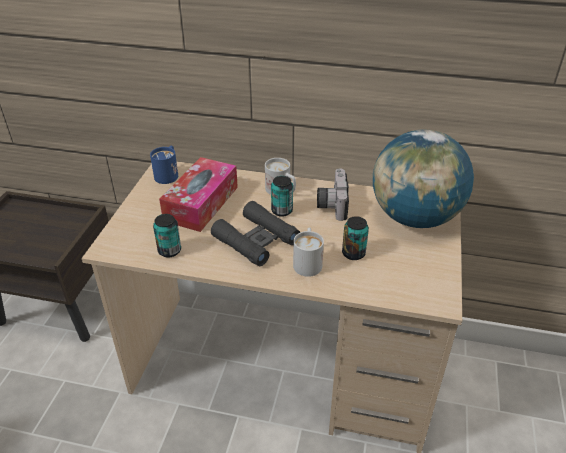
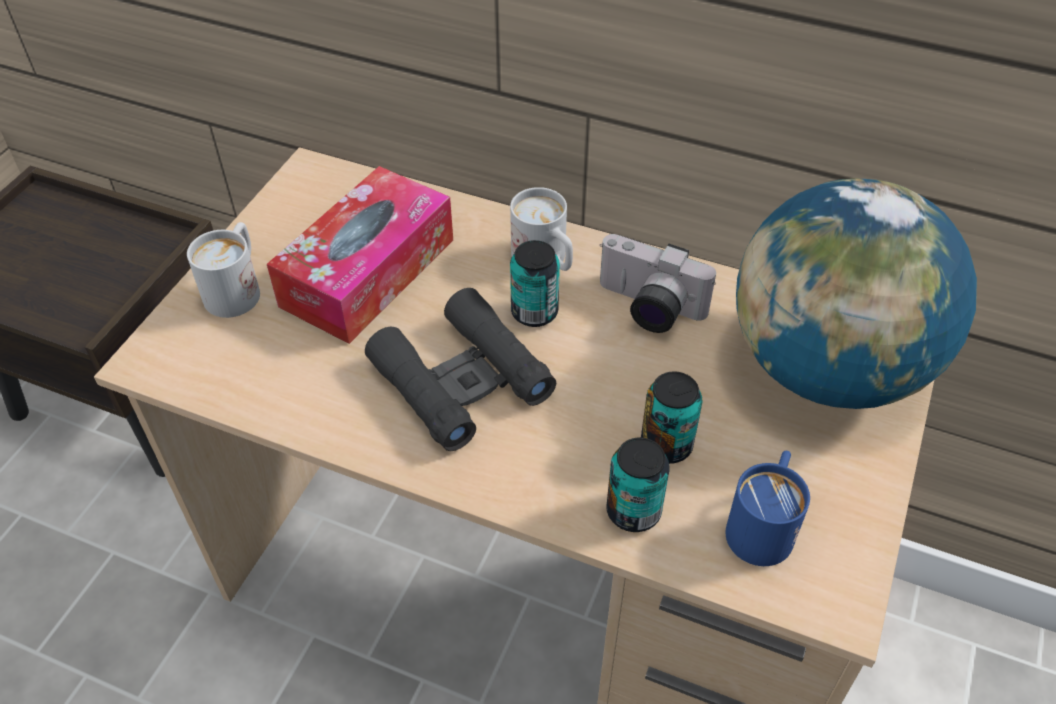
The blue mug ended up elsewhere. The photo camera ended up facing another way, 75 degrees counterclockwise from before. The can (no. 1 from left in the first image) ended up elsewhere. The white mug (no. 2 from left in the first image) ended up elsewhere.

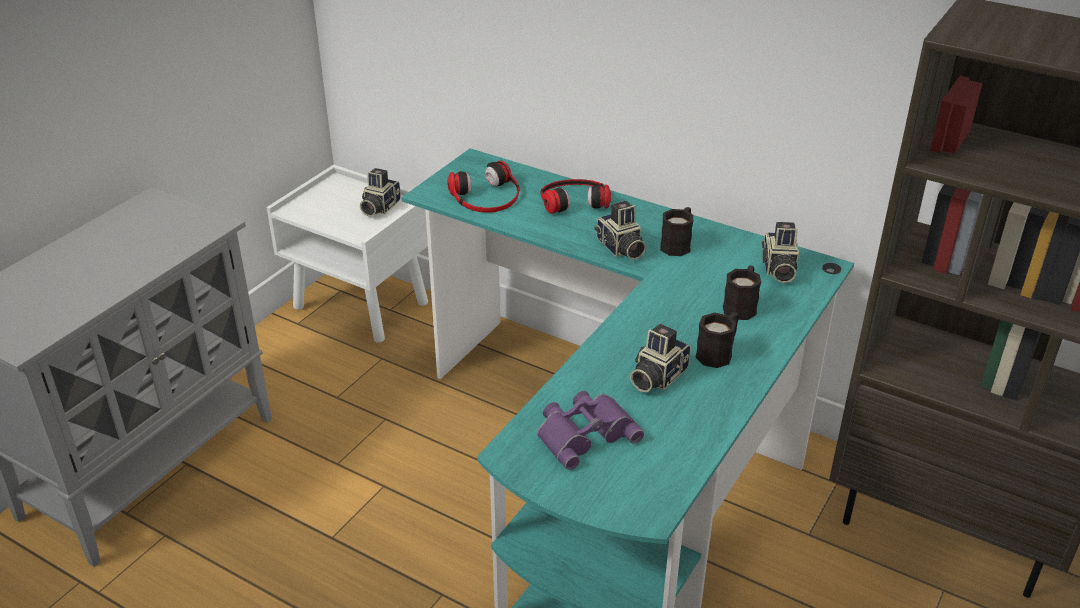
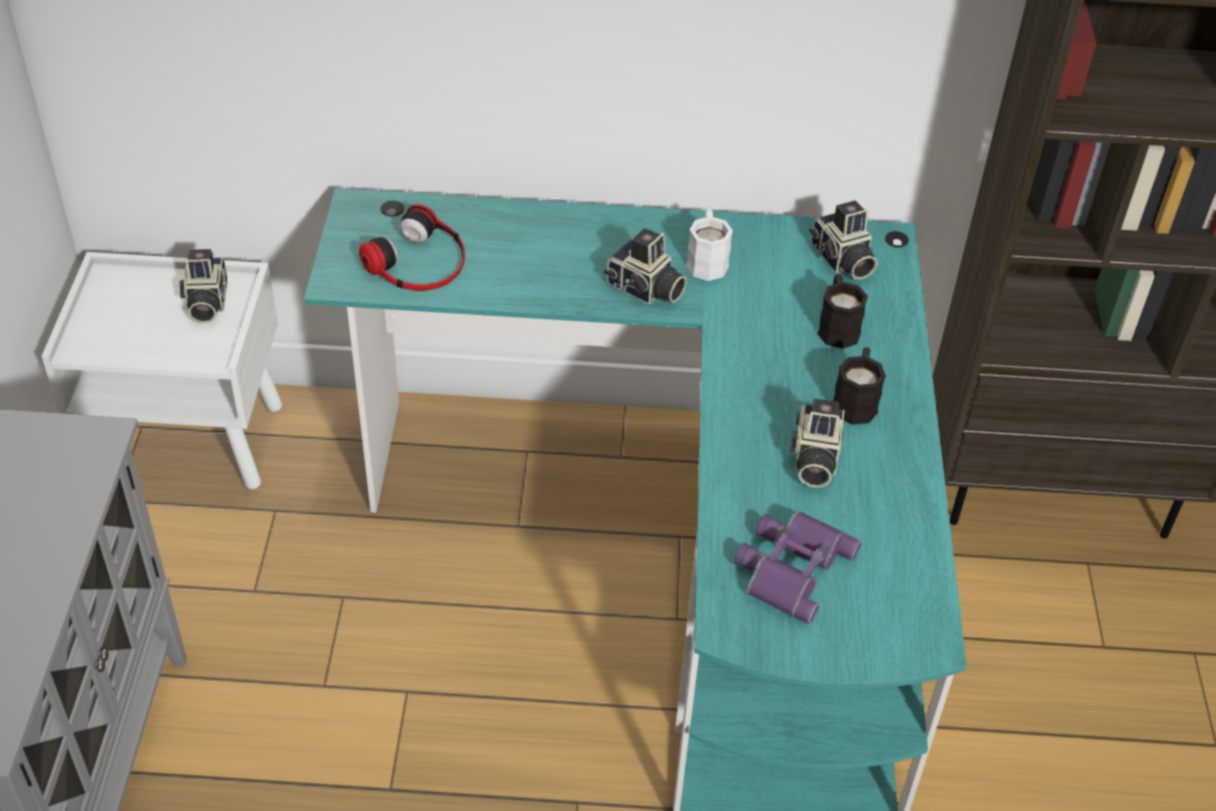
The second view lost the headphones (no. 2 from left). What was the black mug (no. 1 from left) turned into the white mug.

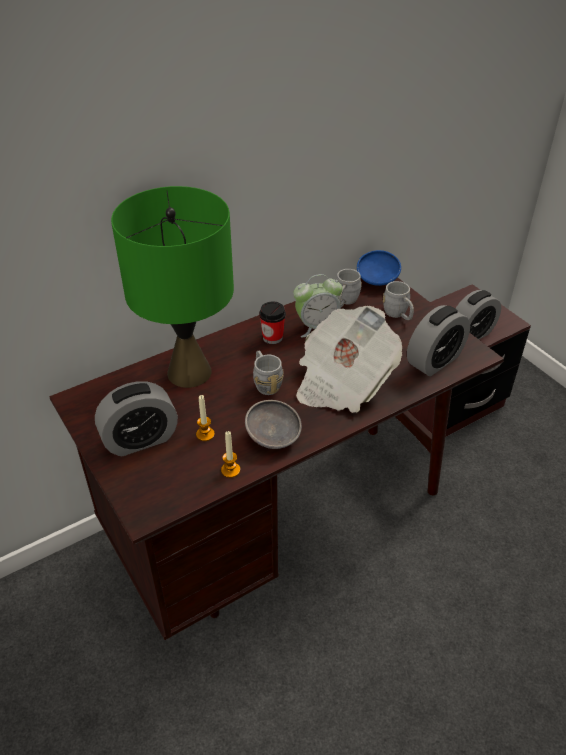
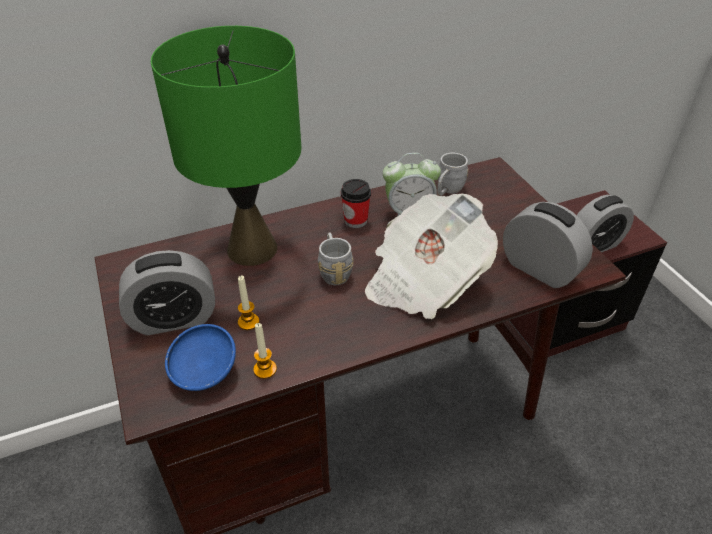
The blue bowl ended up elsewhere. The second view lost the grey mug (no. 3 from left). The alarm clock (no. 3 from left) ended up facing another way, 105 degrees counterclockwise from before. The second view lost the grey bowl.

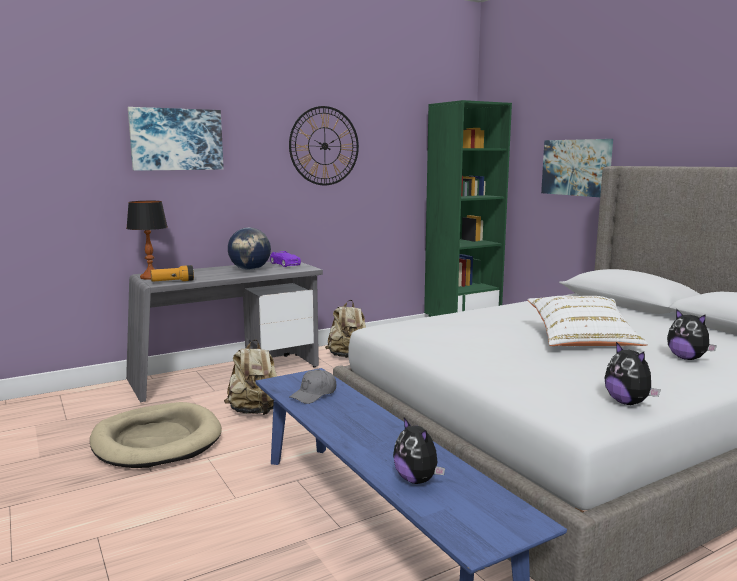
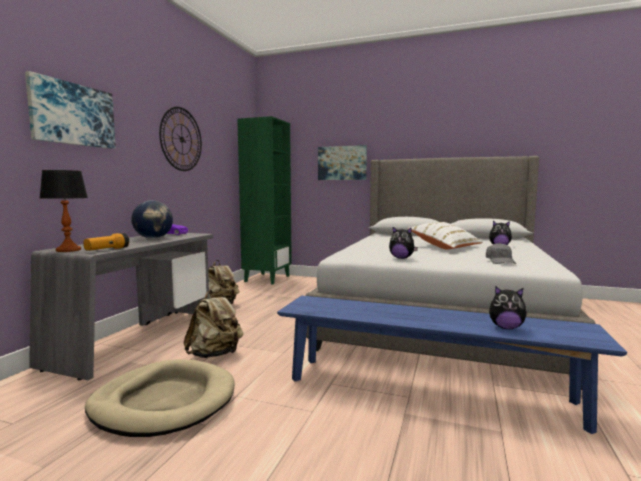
The plush toy (no. 2 from left in the first image) ended up elsewhere. The grey cap ended up elsewhere.

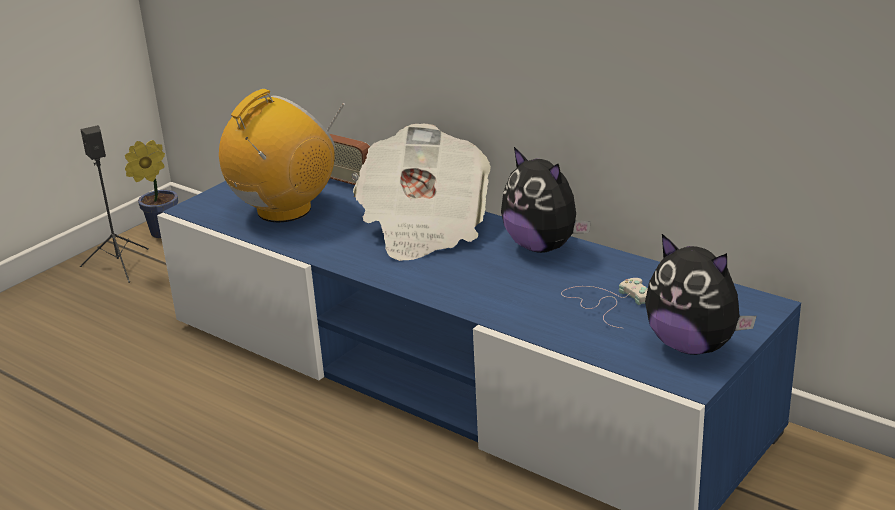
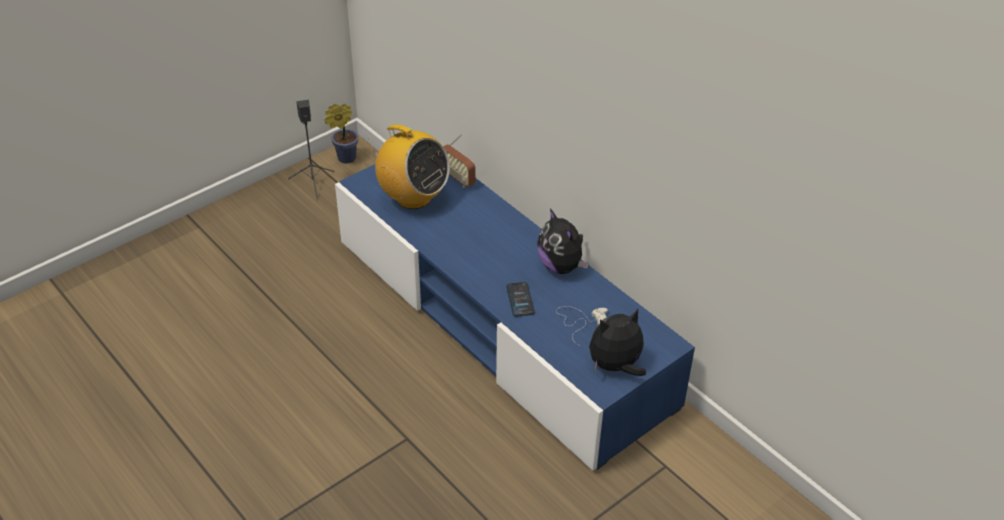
The radio (no. 1 from left) ended up facing another way, 75 degrees clockwise from before. The second view lost the newspaper. The plush toy (no. 2 from left) ended up facing another way, 105 degrees clockwise from before. The second view gained the phone.

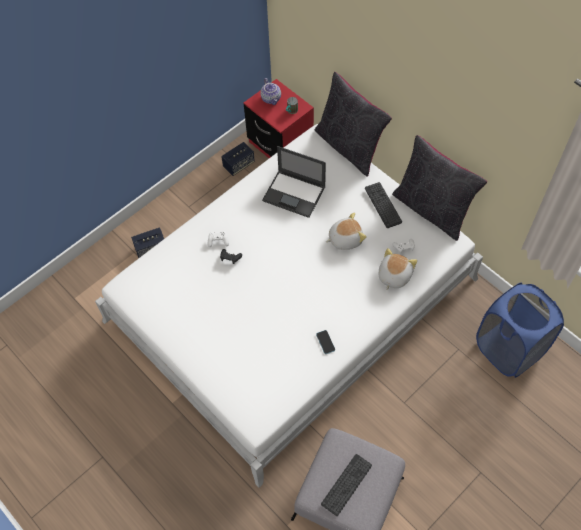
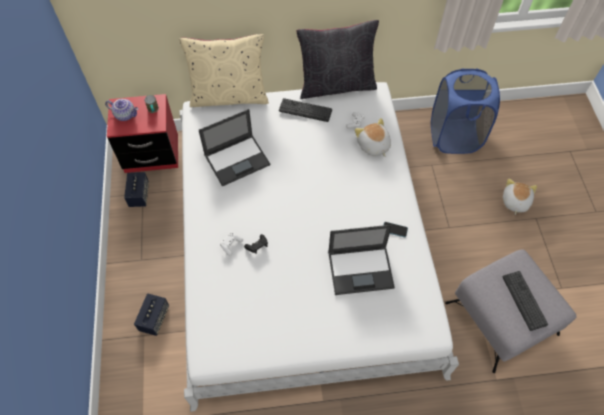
What was the black pillow (no. 1 from left) turned into the beige pillow. The plush toy (no. 1 from left in the first image) ended up elsewhere. The second view gained the laptop (no. 2 from left).

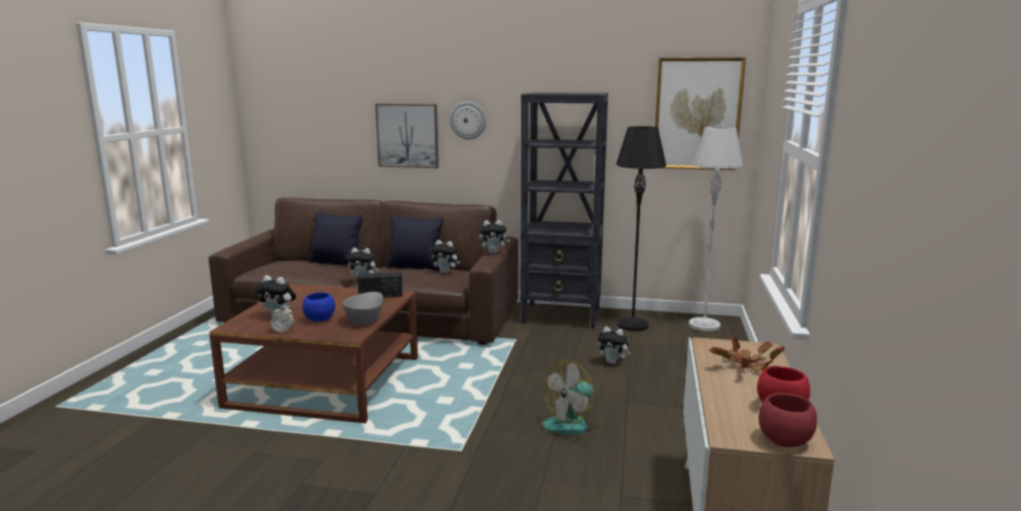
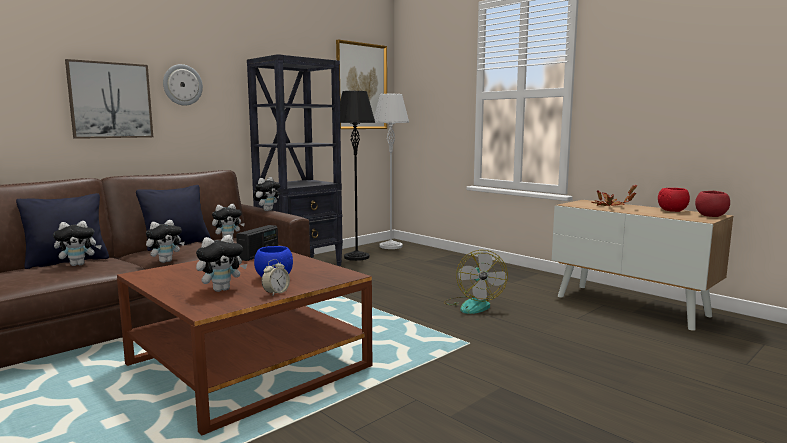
The second view lost the grey bowl. The plush toy (no. 5 from left in the first image) ended up elsewhere.

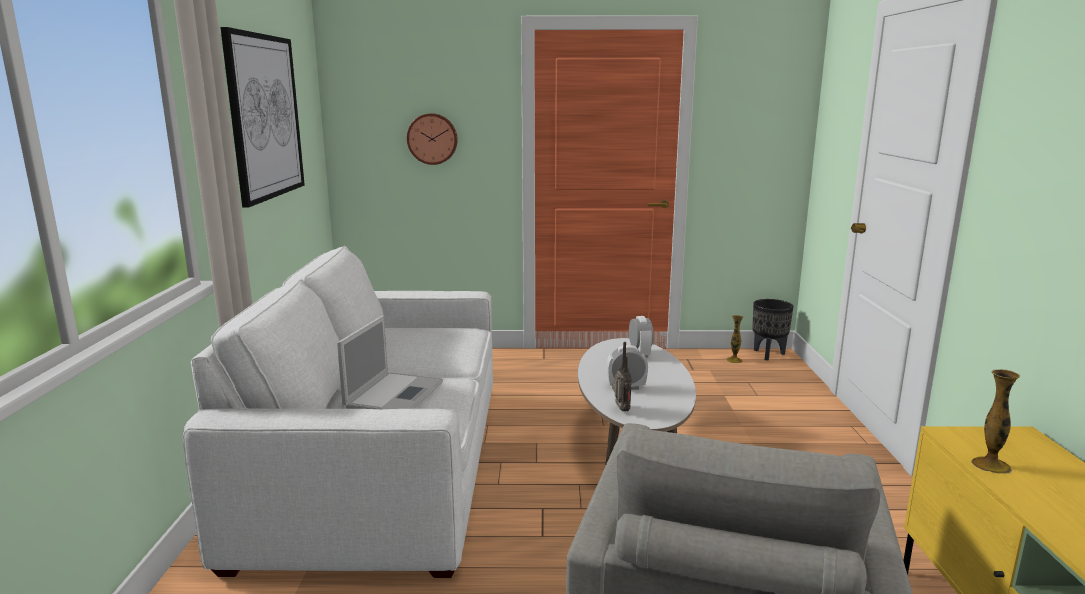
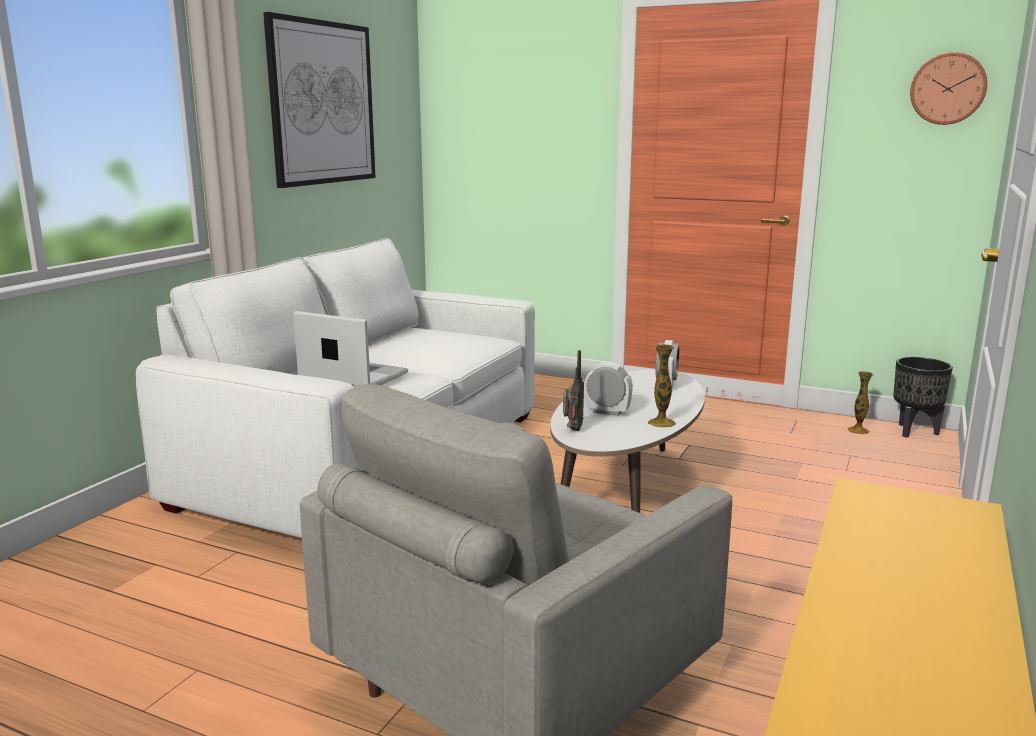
The wall clock ended up elsewhere. The laptop ended up facing another way, 105 degrees counterclockwise from before. The vase (no. 2 from left in the first image) ended up elsewhere.

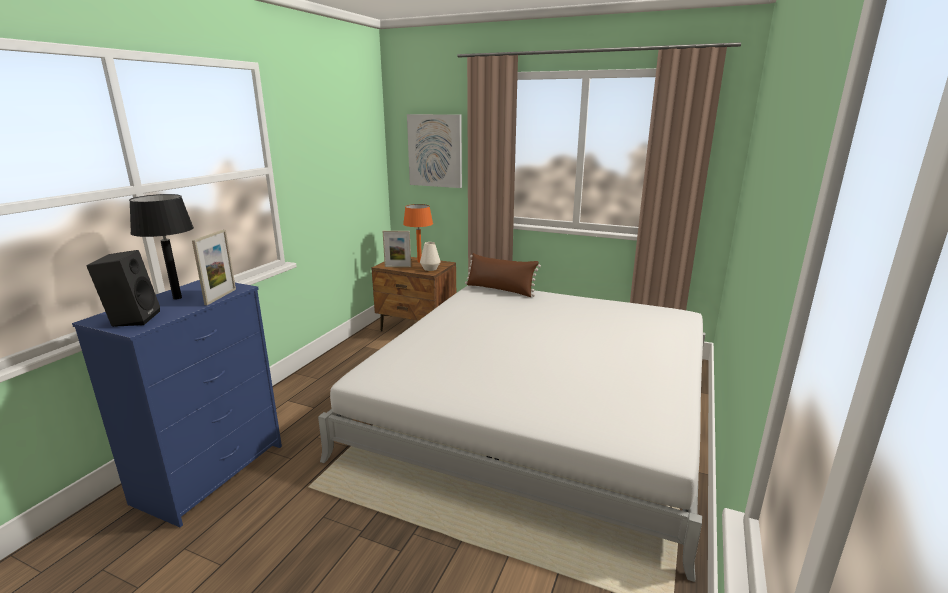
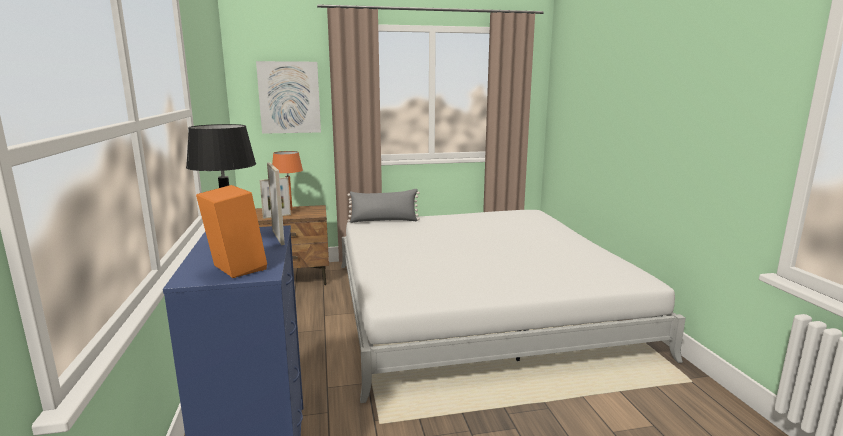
The second view lost the white vase. What was the black speaker turned into the orange speaker. What was the brown pillow turned into the grey pillow.

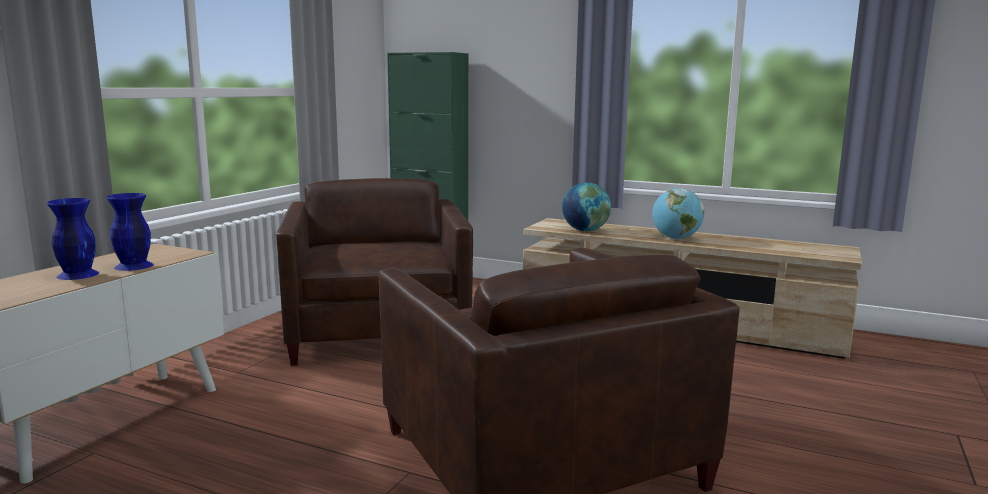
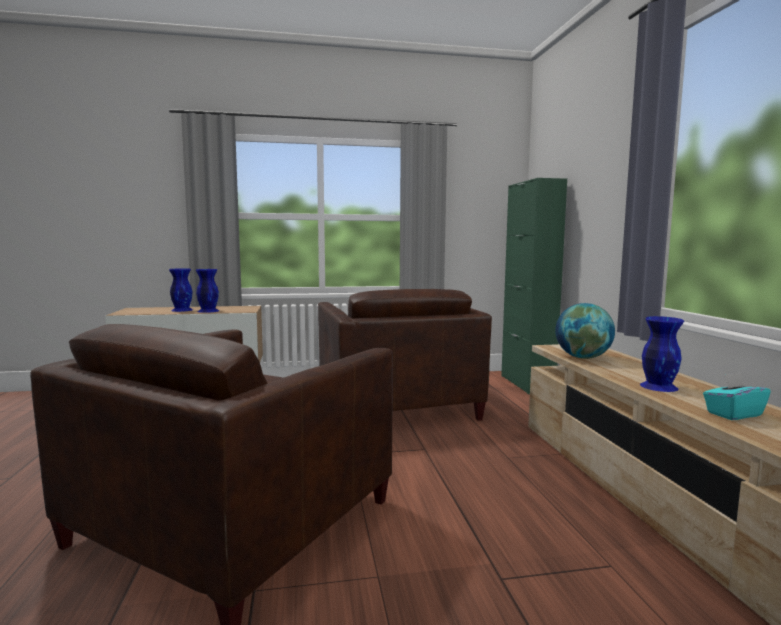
The brown armchair (no. 1 from left in the first image) ended up facing another way, 120 degrees clockwise from before. Where the globe (no. 2 from left) stood, the blue vase (no. 3 from left) came to stand. The second view gained the turquoise tissue box.

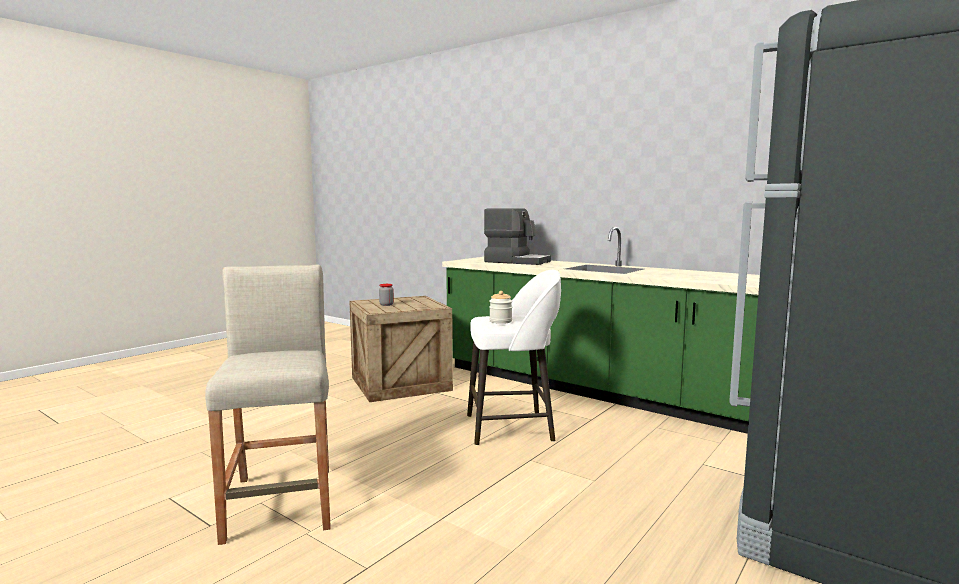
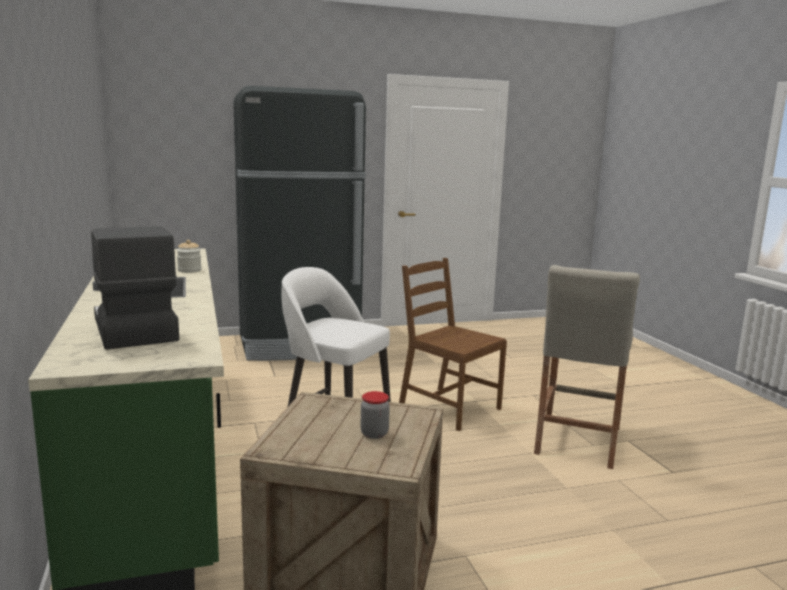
The jar (no. 2 from left in the first image) ended up elsewhere. The second view gained the brown chair.

